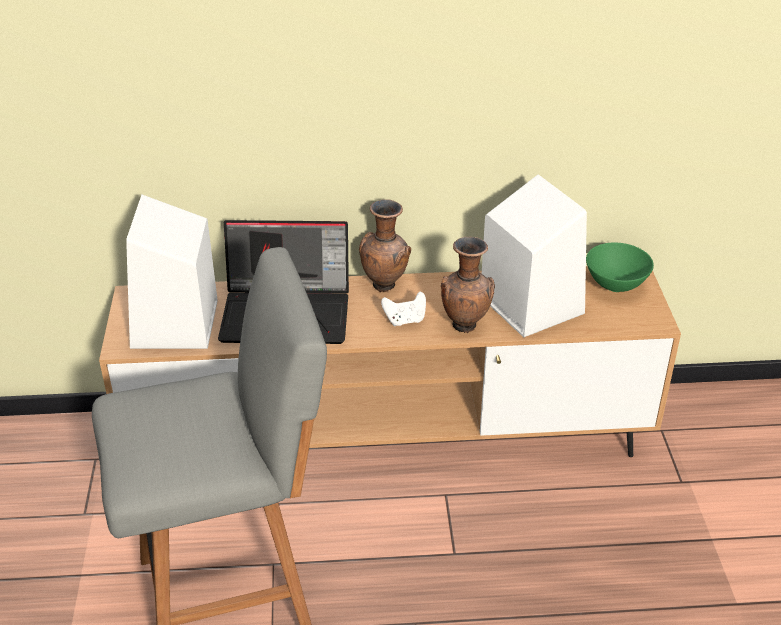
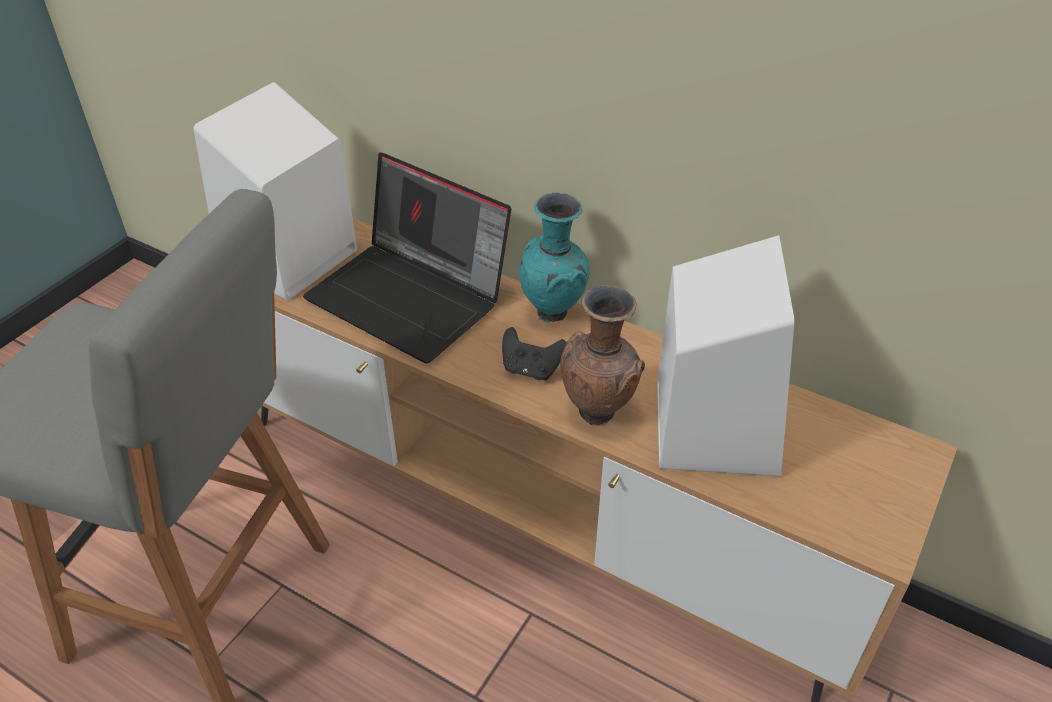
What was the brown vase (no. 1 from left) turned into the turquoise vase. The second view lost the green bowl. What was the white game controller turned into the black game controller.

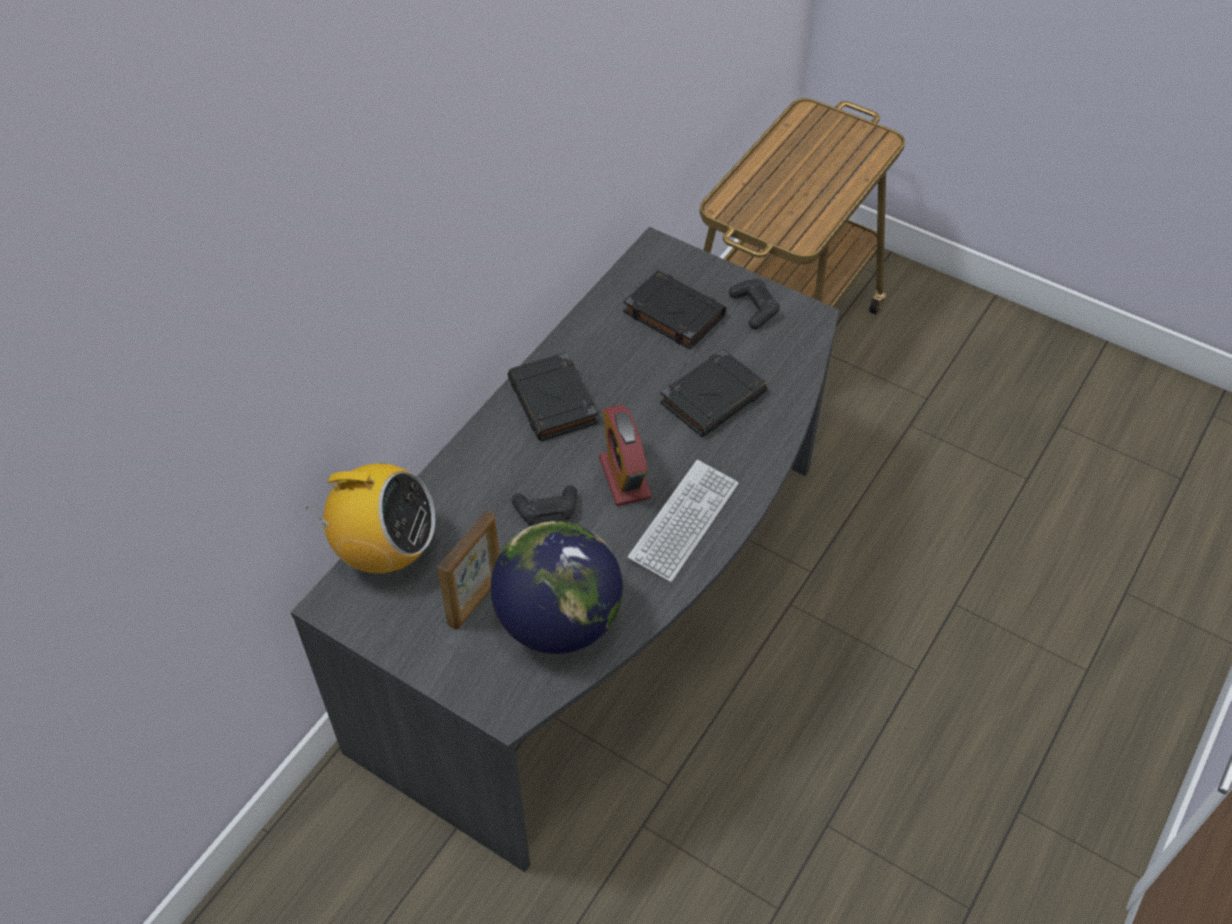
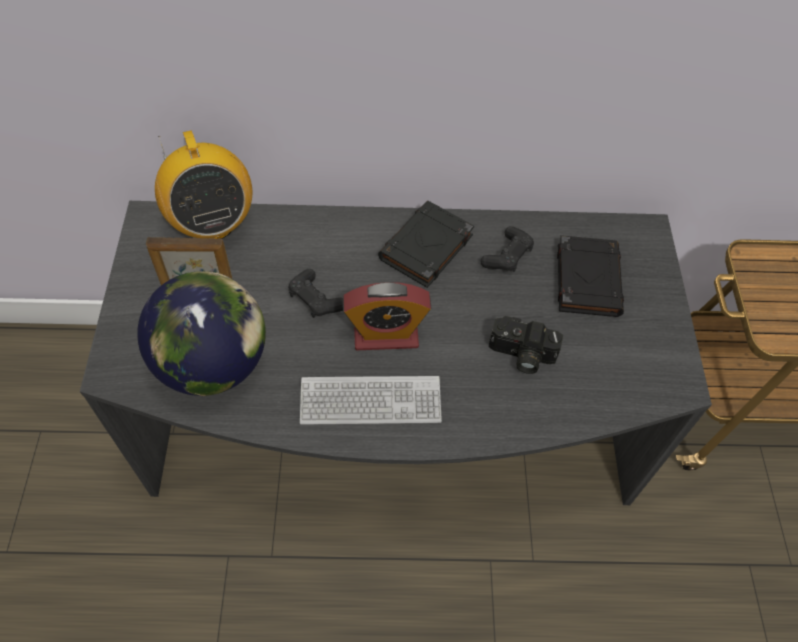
The black game controller (no. 2 from left) ended up elsewhere. Where the black book (no. 3 from left) stood, the photo camera came to stand. The alarm clock ended up facing another way, 135 degrees counterclockwise from before.

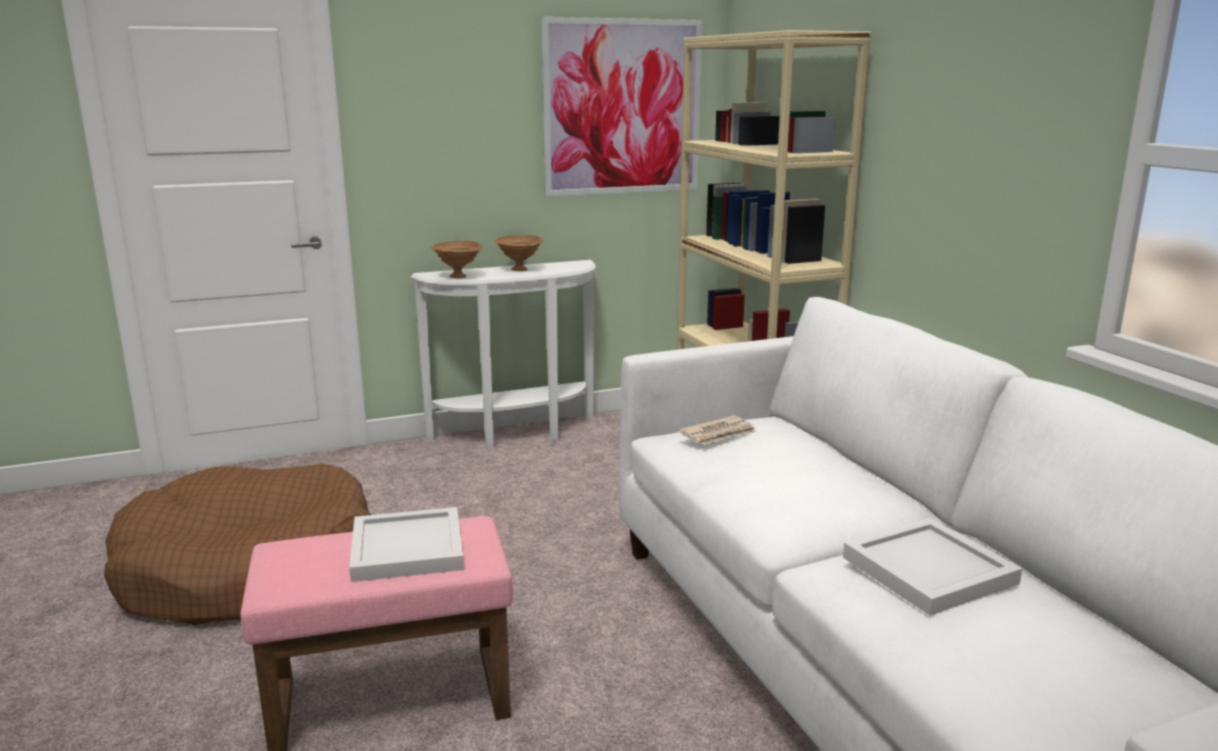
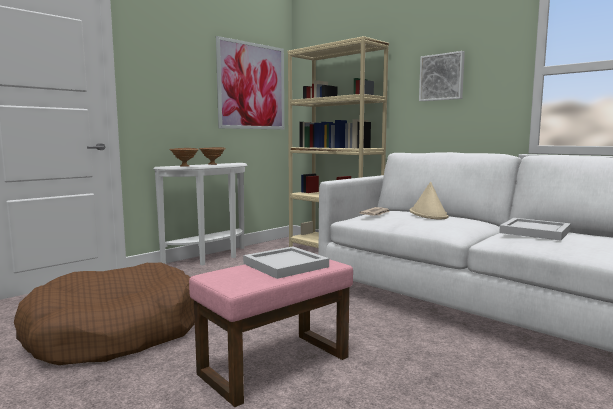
The second view gained the picture (no. 2 from left). The second view gained the beige hat.

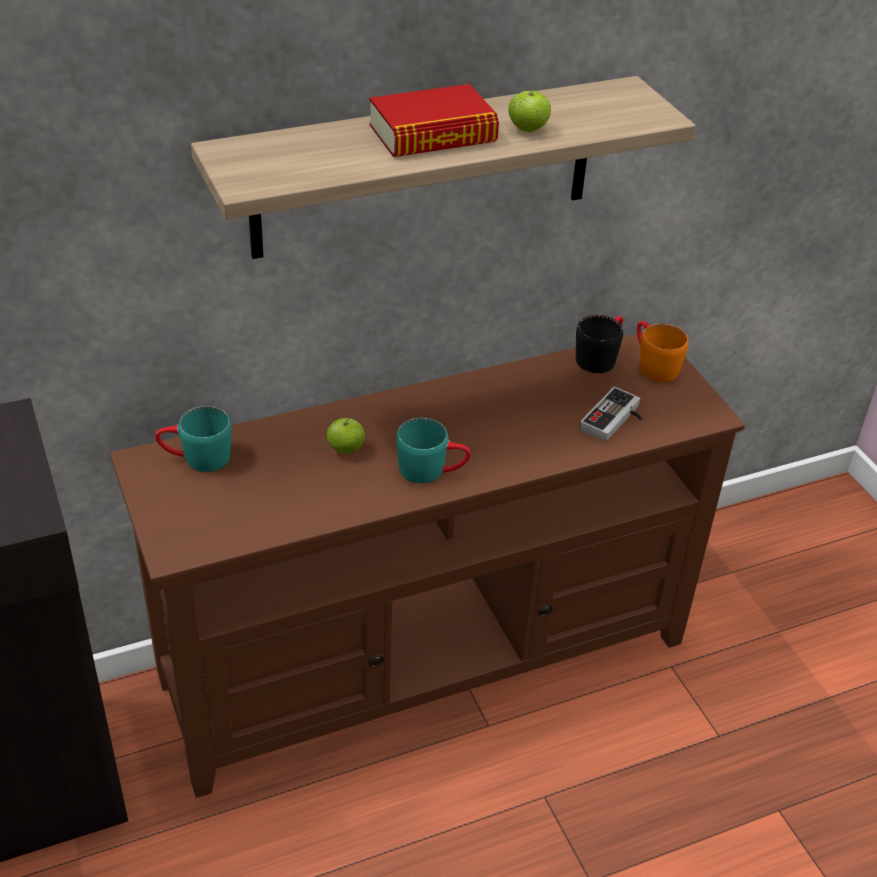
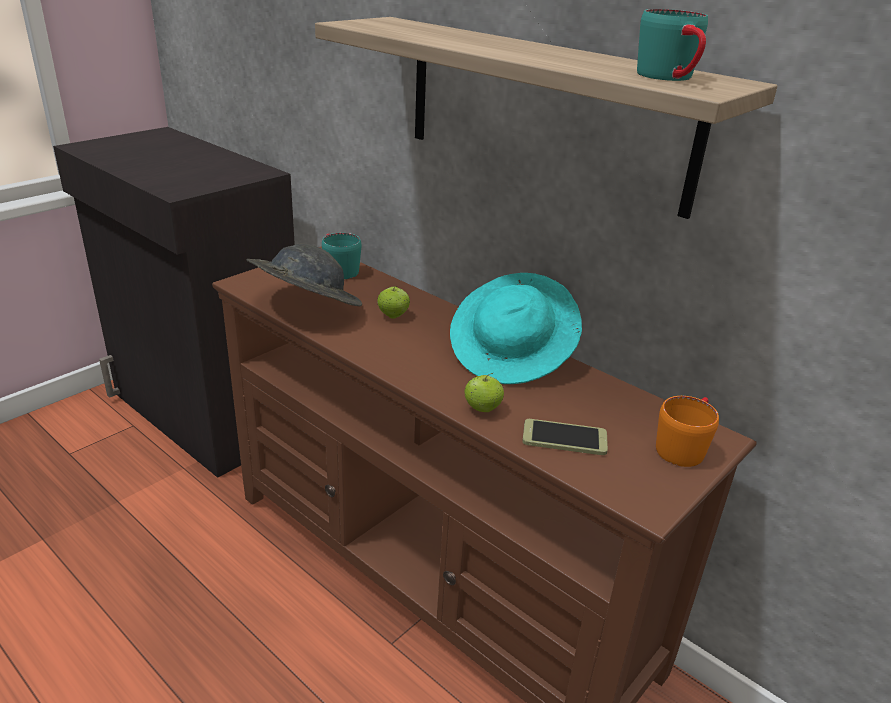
The apple (no. 2 from left) ended up elsewhere. The second view lost the book. The second view lost the black mug. Where the game controller stood, the phone came to stand. The turquoise mug (no. 2 from left) ended up elsewhere. The second view gained the grey hat. The second view gained the turquoise hat.

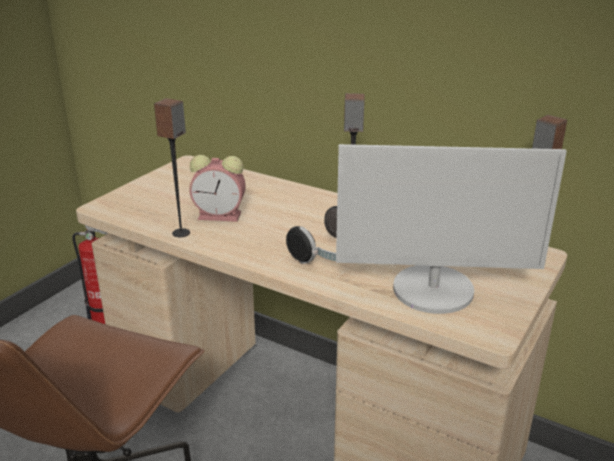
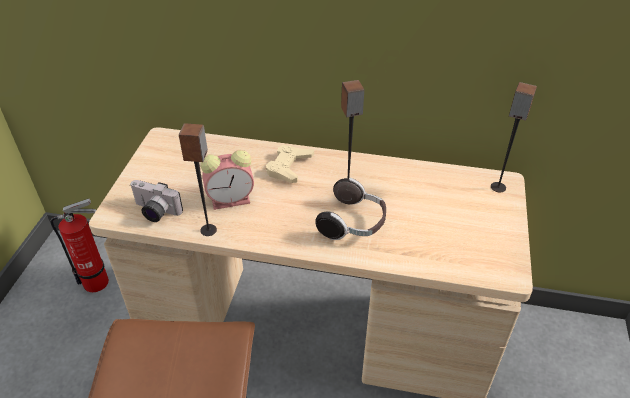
The second view lost the monitor. The second view gained the beige game controller. The second view gained the photo camera.

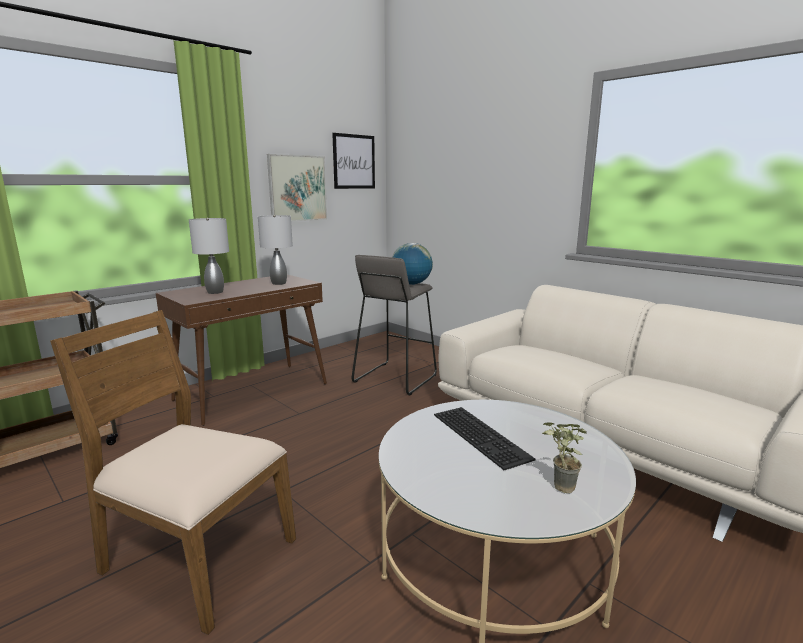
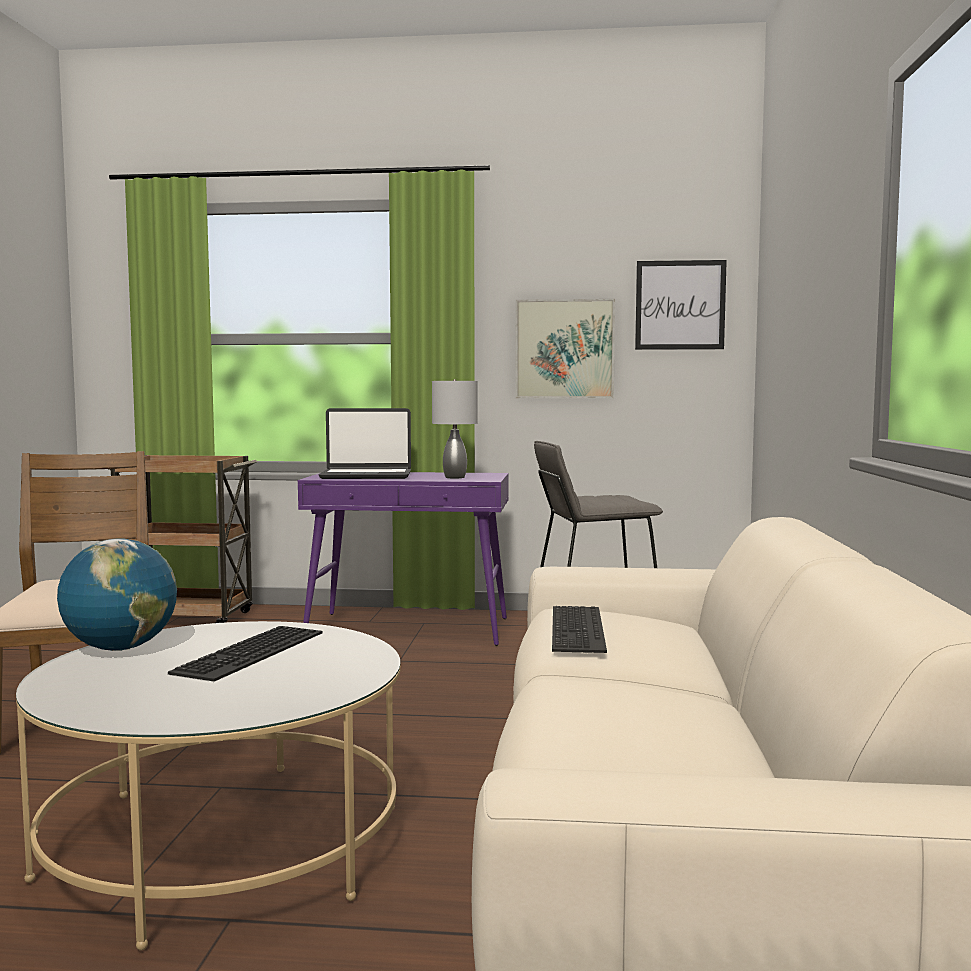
Where the grey table lamp (no. 1 from left) stood, the laptop came to stand. The globe ended up elsewhere. What was the brown console table turned into the purple console table. The second view lost the potted plant. The second view gained the keyboard (no. 2 from left).

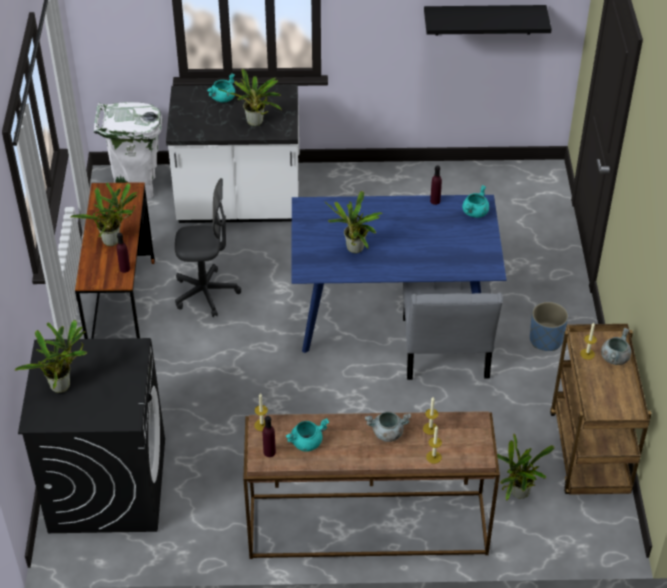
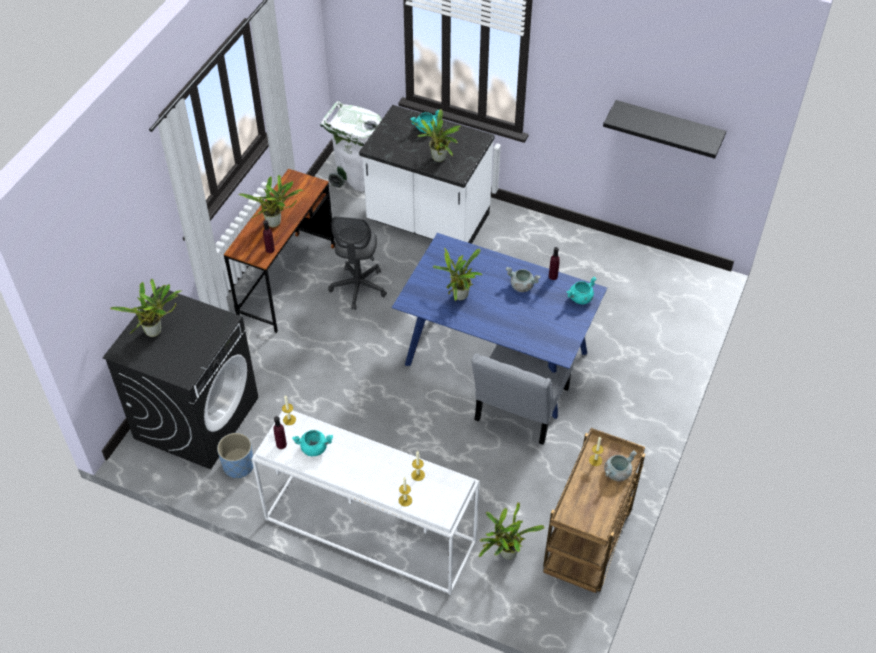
The grey office chair ended up facing another way, 75 degrees clockwise from before. The blue planter ended up elsewhere. What was the brown console table turned into the white console table. The grey cooking pot (no. 1 from left) ended up elsewhere.

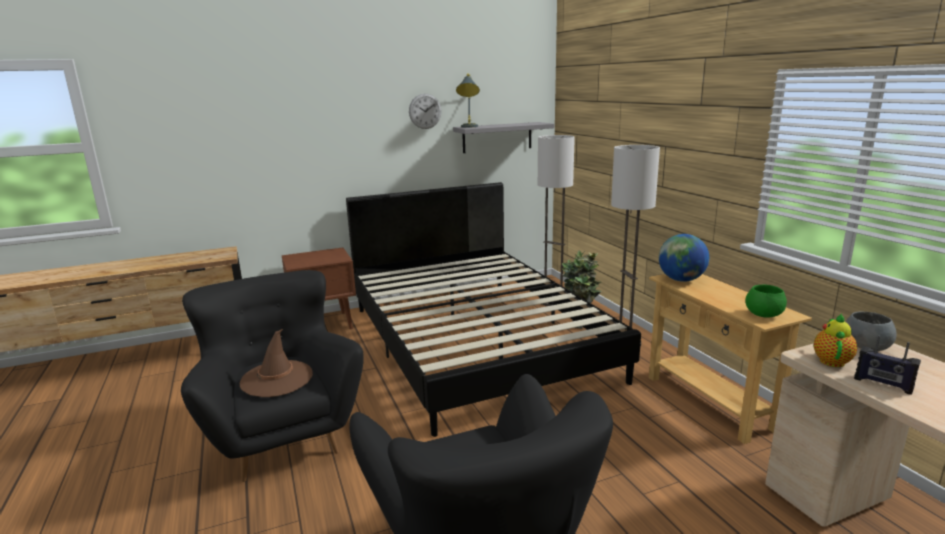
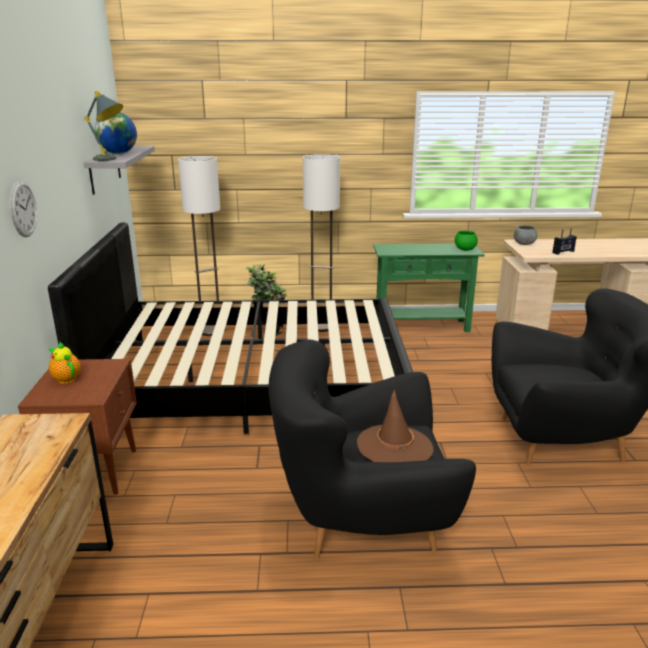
The wall clock ended up elsewhere. The globe ended up elsewhere. What was the beige console table turned into the green console table. The teapot ended up elsewhere.

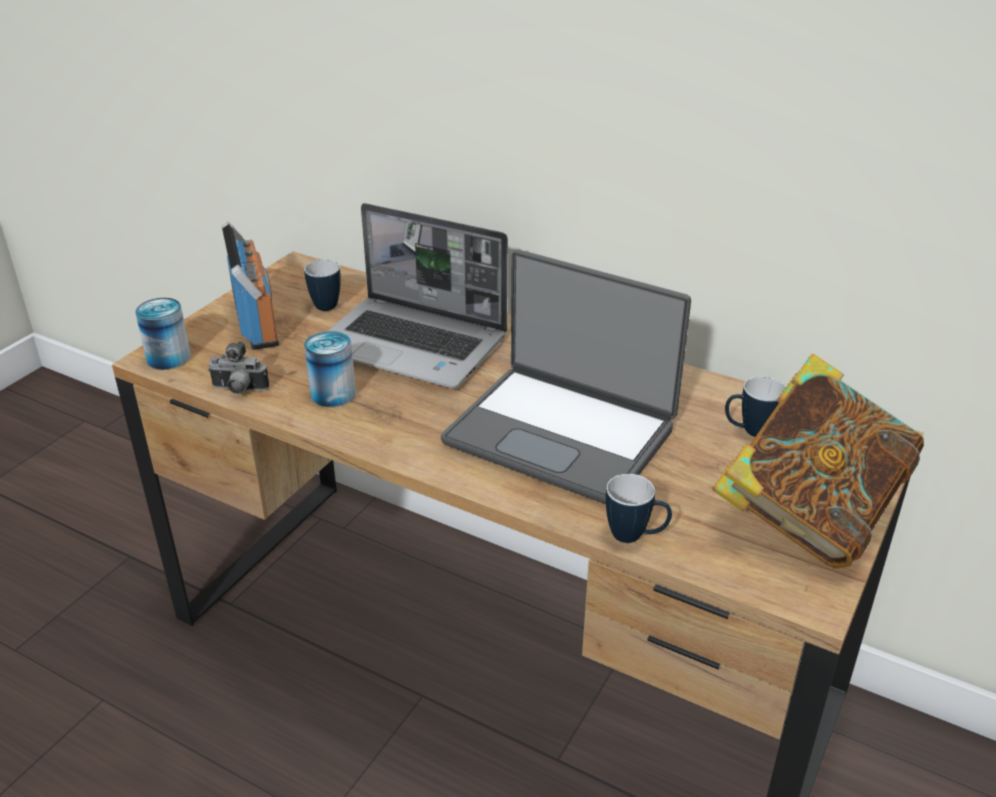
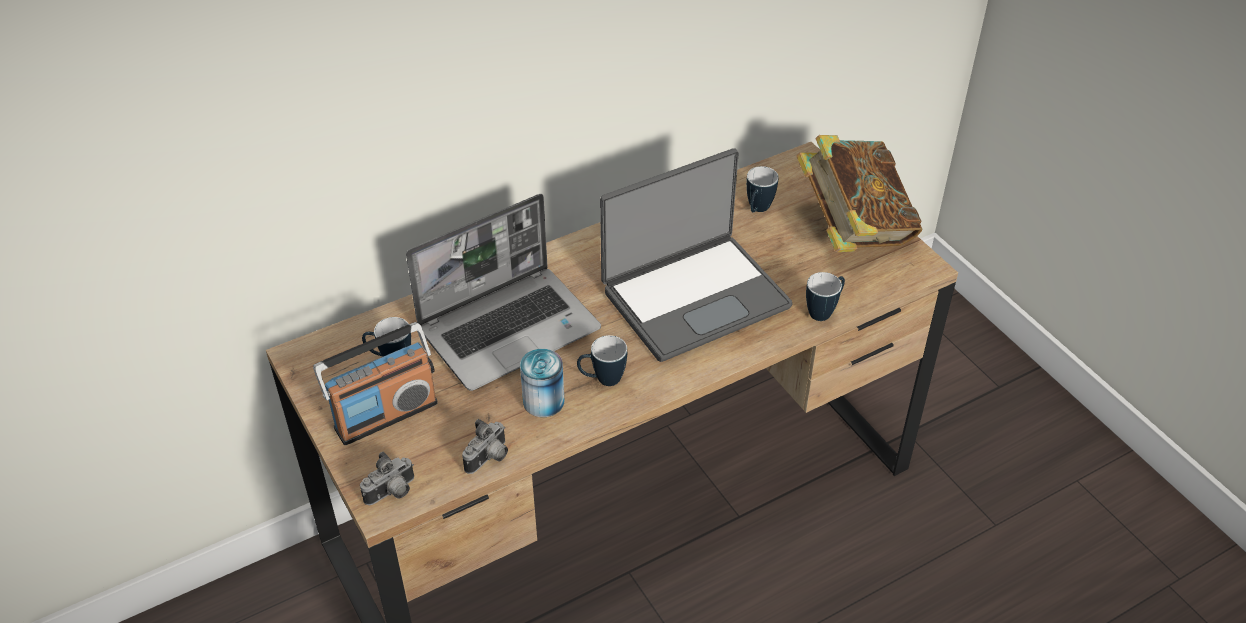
The radio ended up facing another way, 135 degrees clockwise from before. Where the can (no. 1 from left) stood, the photo camera (no. 1 from left) came to stand. The second view gained the mug (no. 2 from left).

